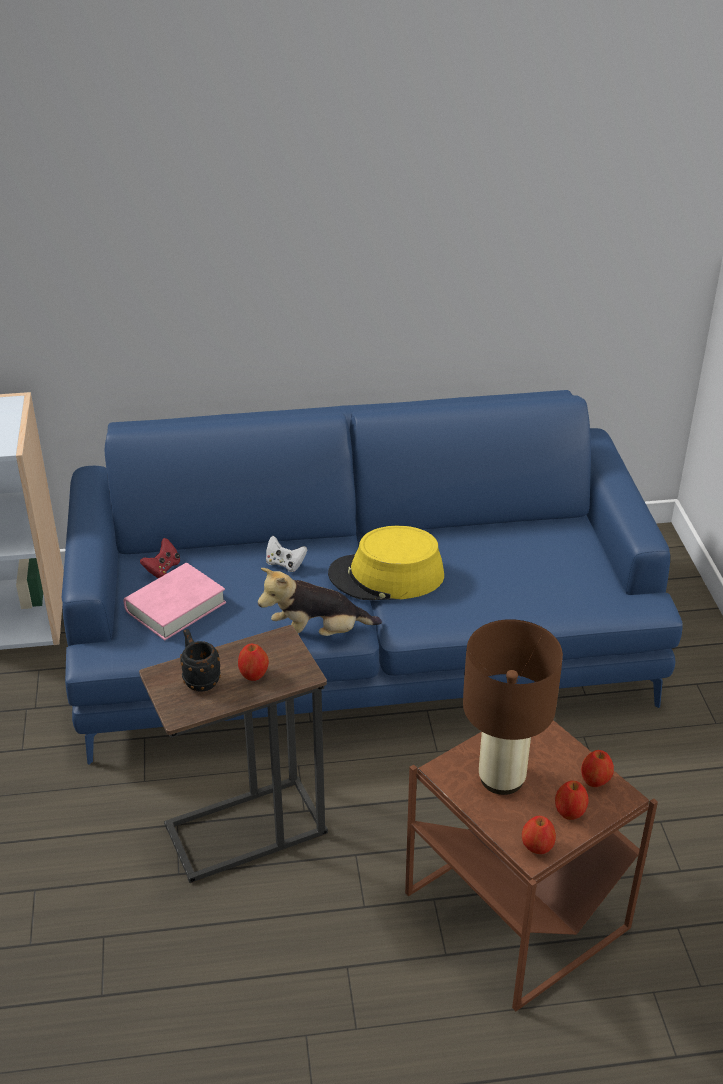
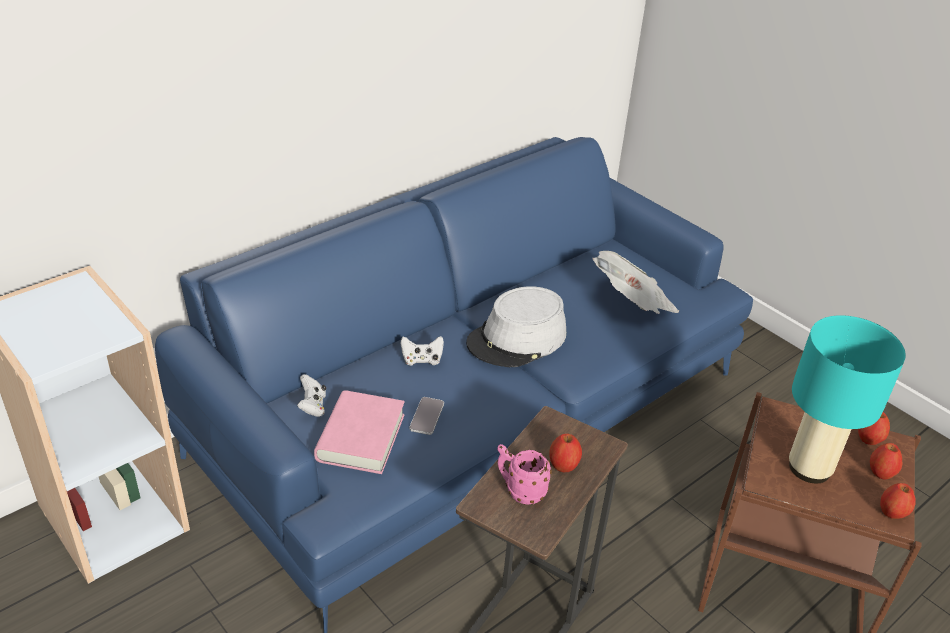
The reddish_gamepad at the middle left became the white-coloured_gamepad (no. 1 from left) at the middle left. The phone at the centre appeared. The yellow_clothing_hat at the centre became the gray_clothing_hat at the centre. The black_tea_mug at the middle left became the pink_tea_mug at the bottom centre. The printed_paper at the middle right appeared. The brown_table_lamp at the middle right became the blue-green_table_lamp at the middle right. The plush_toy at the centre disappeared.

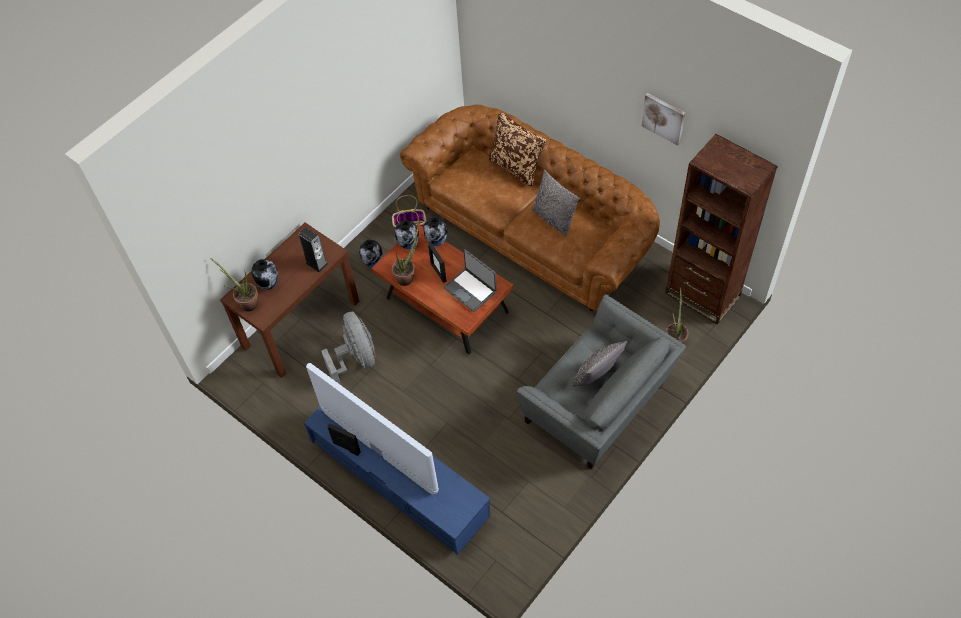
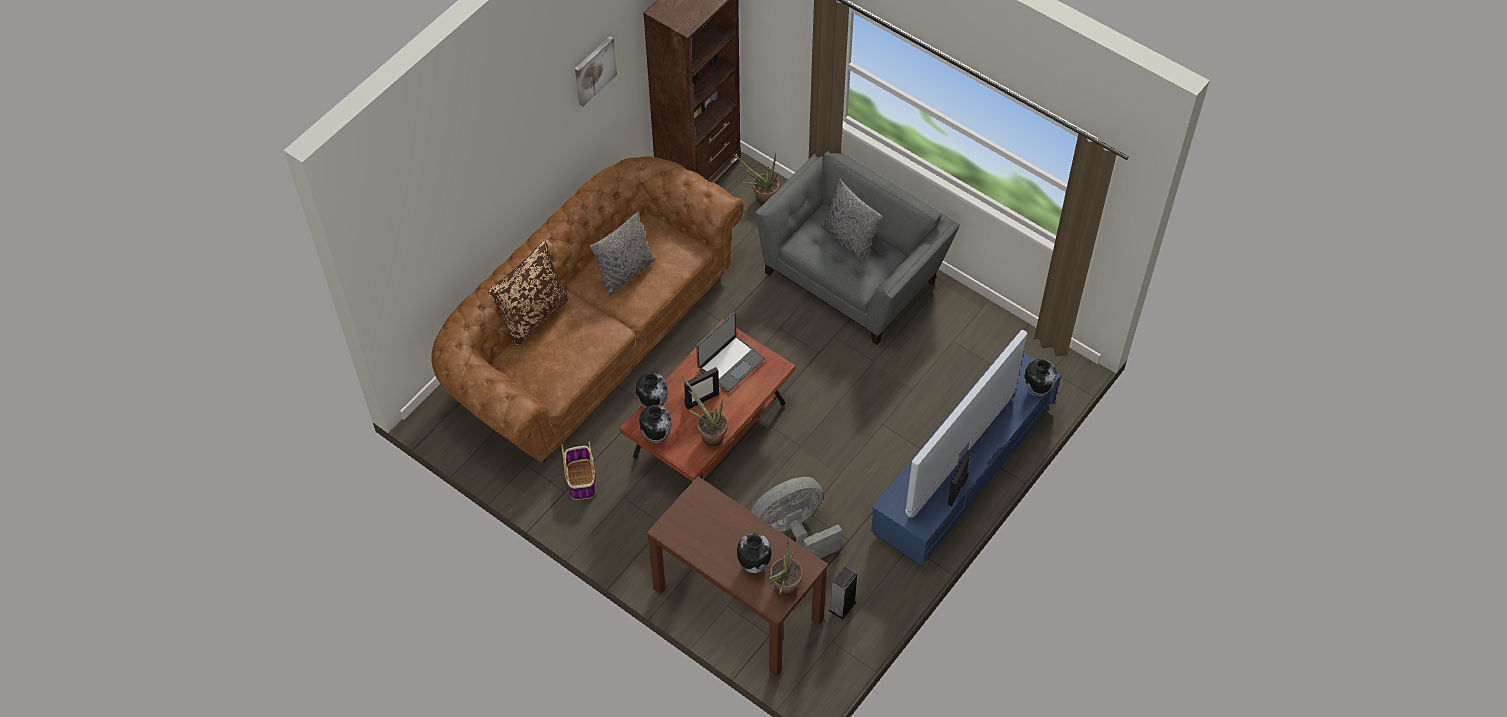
The audio_speaker moved from the middle left to the bottom centre. The vase (no. 2 from left in the first image) moved from the centre to the middle right.

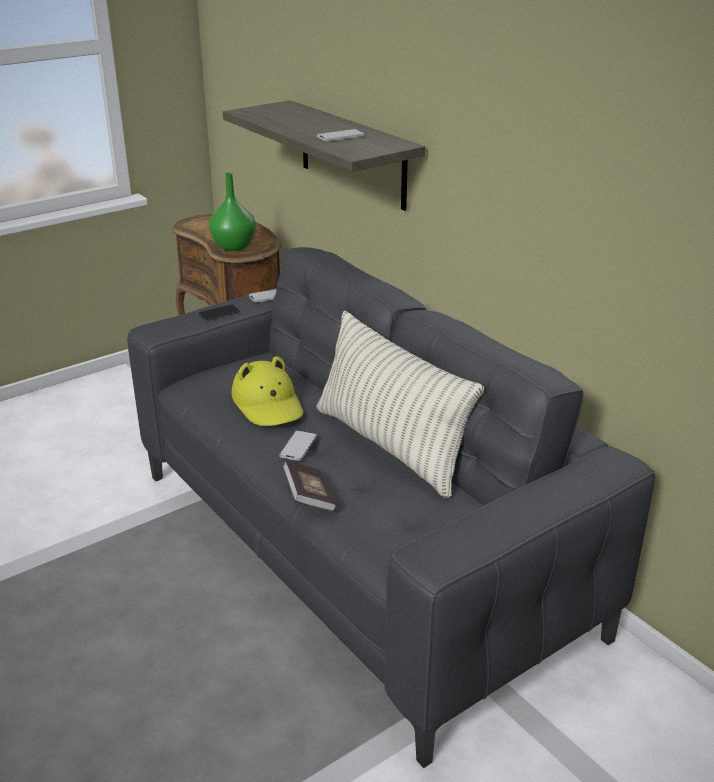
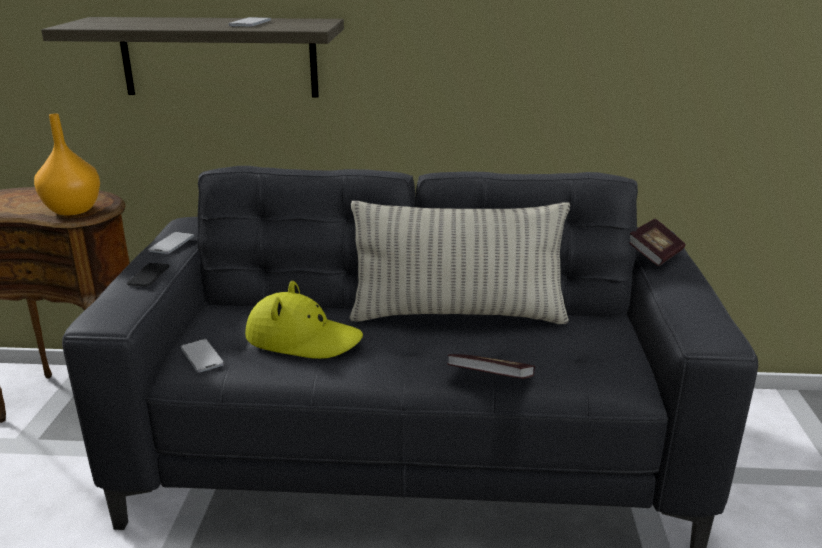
The green-coloured_vase at the top left became the orange-coloured_vase at the top left. The phone (no. 3 from left) moved from the centre to the middle left. The volume (no. 2 from left) at the middle right appeared.

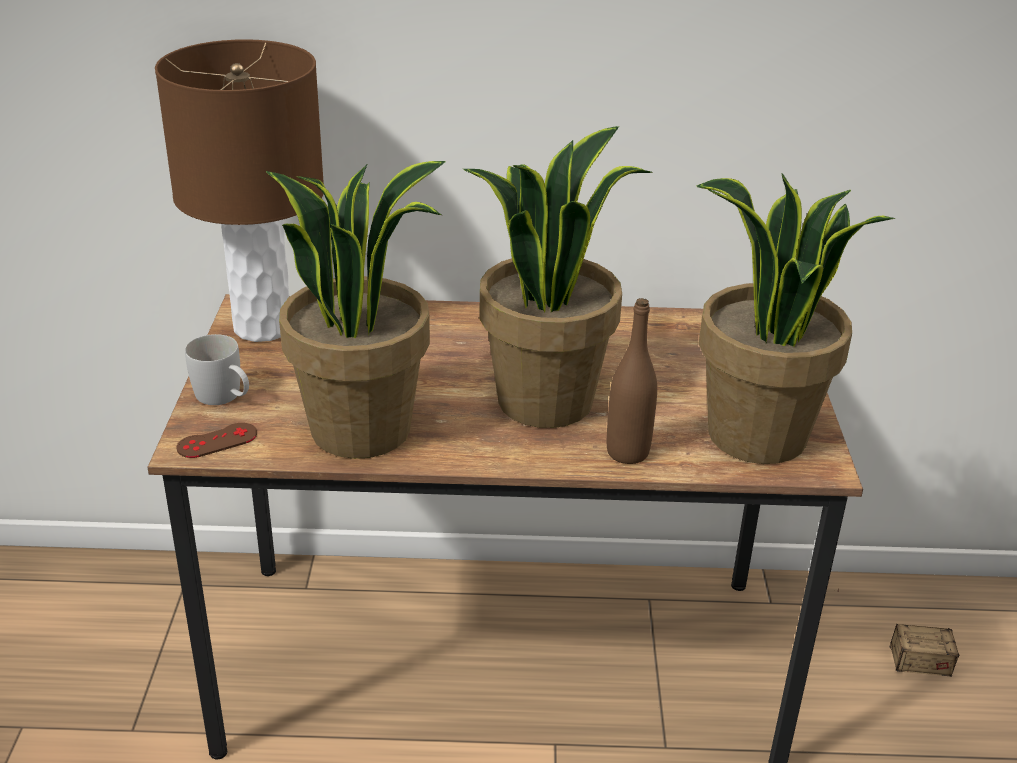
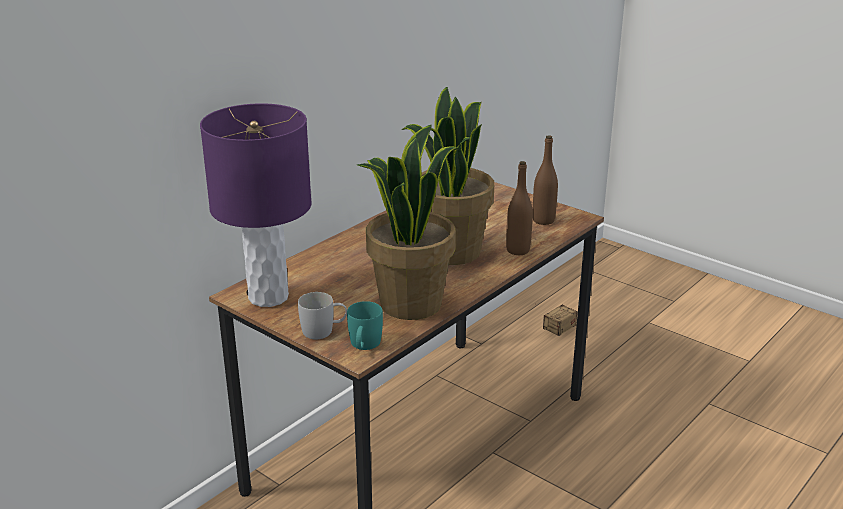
The brown_table_lamp at the top left became the purplish_table_lamp at the middle left. The brown_gamepad at the middle left was replaced by the blue-green_tea_mug at the centre. The houseplant (no. 3 from left) at the middle right was replaced by the brown_drink_bottle (no. 2 from left) at the centre.

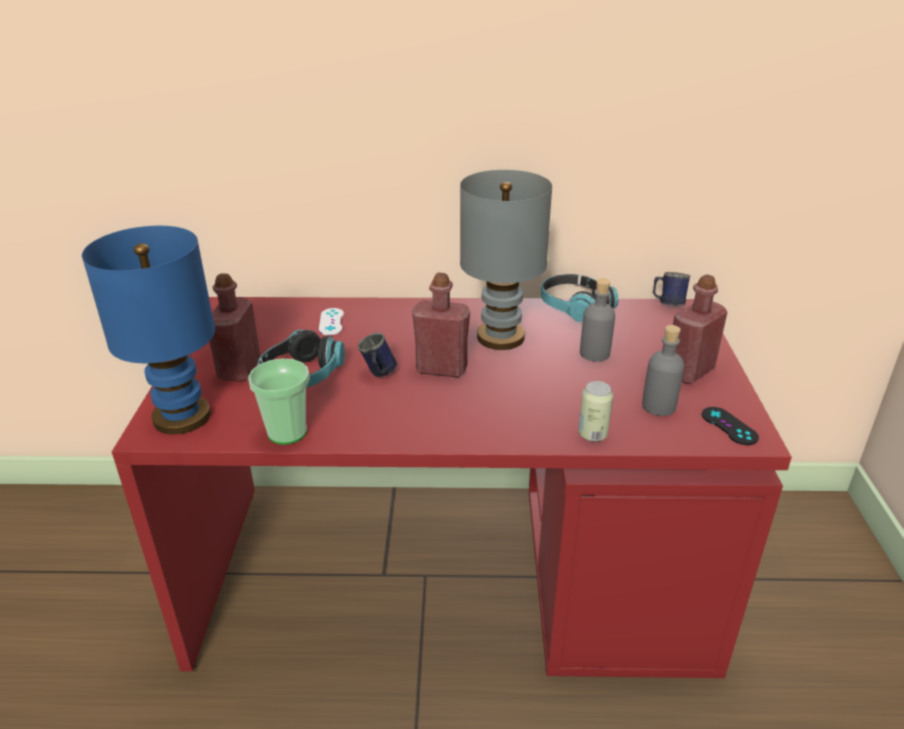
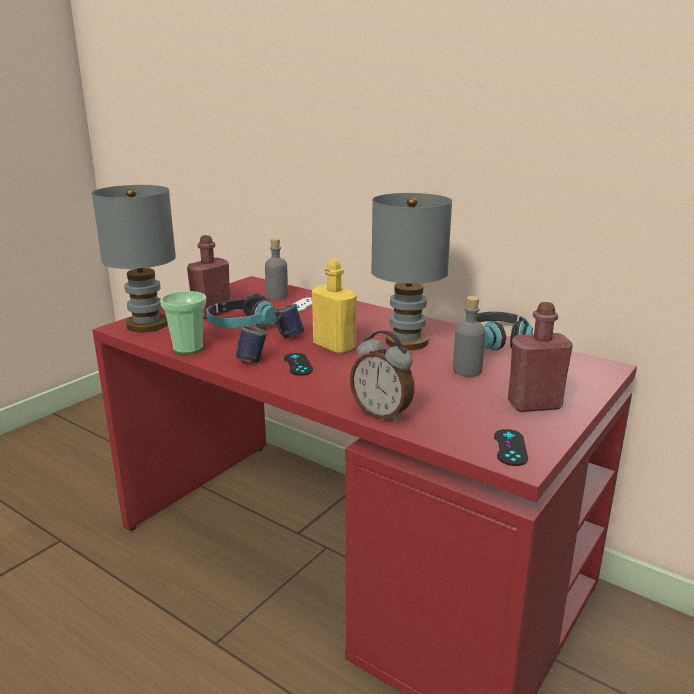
The blue_table_lamp at the middle left became the gray_table_lamp (no. 1 from left) at the middle left. The blue_tea_mug (no. 2 from left in the first image) moved from the middle right to the centre. The gray_drink_bottle (no. 2 from left in the first image) moved from the middle right to the centre. The black_gamepad (no. 1 from left) at the centre appeared. The reddish_drink_bottle (no. 2 from left) at the centre became the yellow_drink_bottle at the centre. The sealed_can at the centre was replaced by the alarm_clock at the centre.

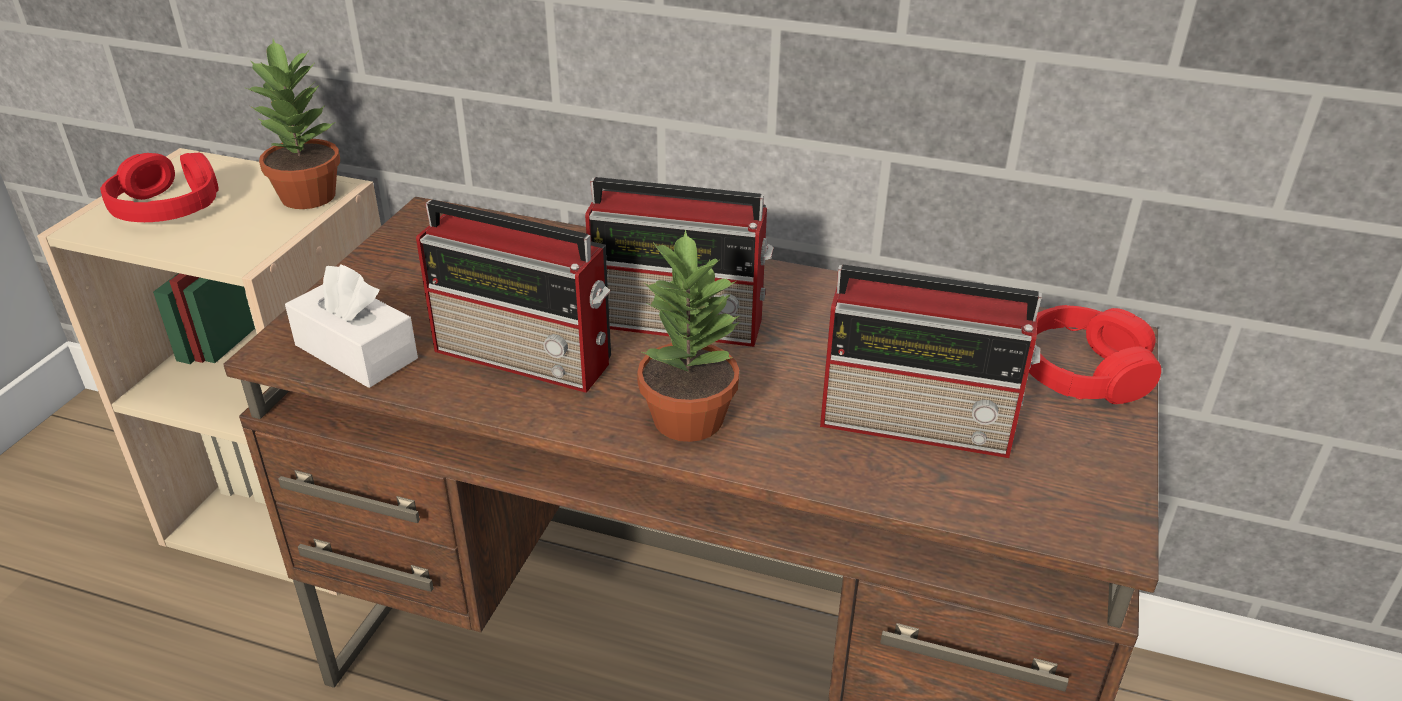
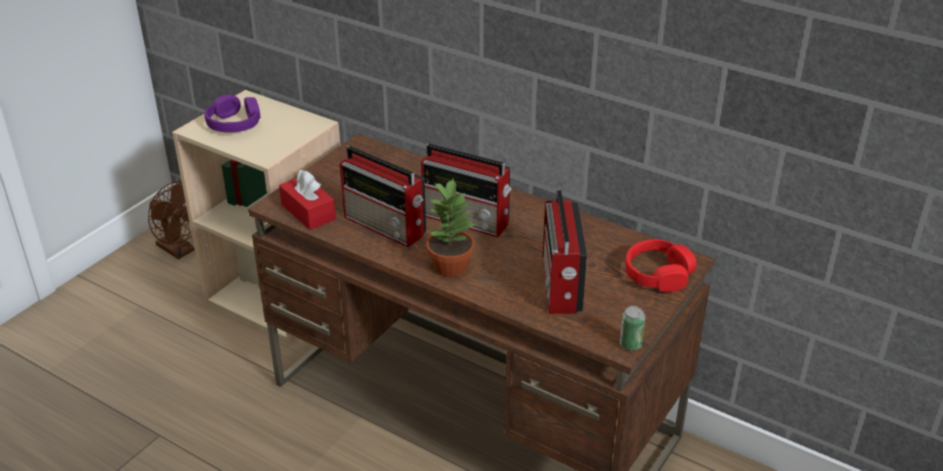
The brown_electric_fan at the middle left appeared. The reddish_pair_of_headphones (no. 1 from left) at the top left became the purplish_pair_of_headphones at the top left. The white-coloured_box_of_tissues at the middle left became the reddish_box_of_tissues at the middle left. The radio_set (no. 3 from left) at the centre turned 60 degrees clockwise. The sealed_can at the bottom right appeared. The houseplant (no. 1 from left) at the top left disappeared.

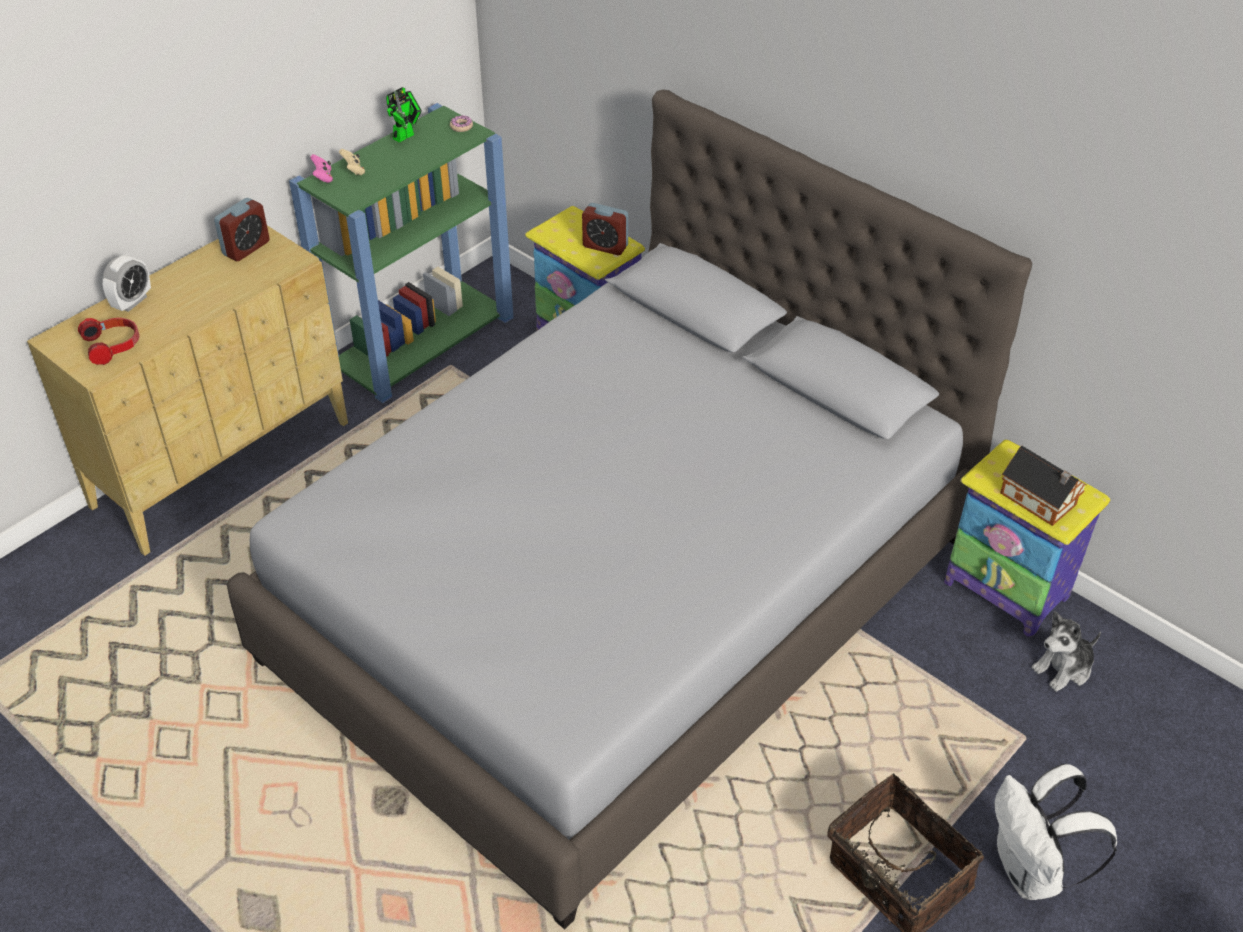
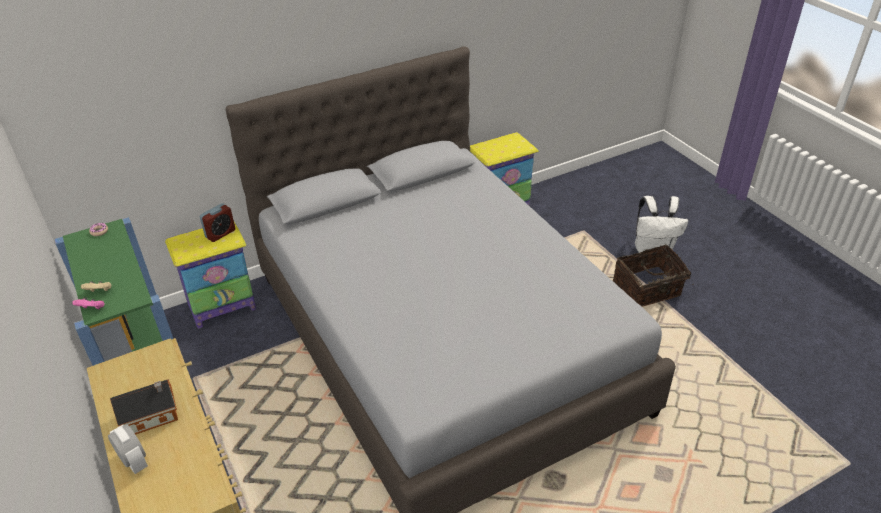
The toy_house moved from the middle right to the bottom left. The pair_of_headphones at the middle left disappeared. The alarm_clock (no. 2 from left) at the top left disappeared. The toy_robot at the top left disappeared. The plush_toy at the bottom right disappeared.

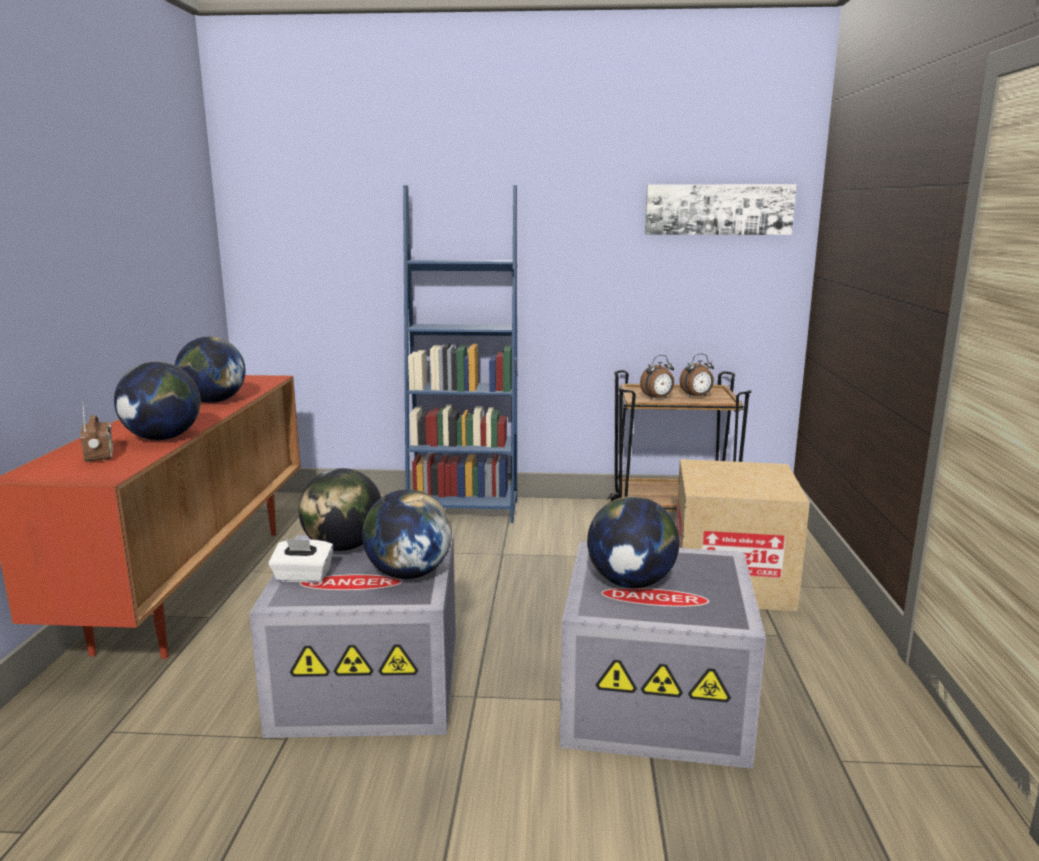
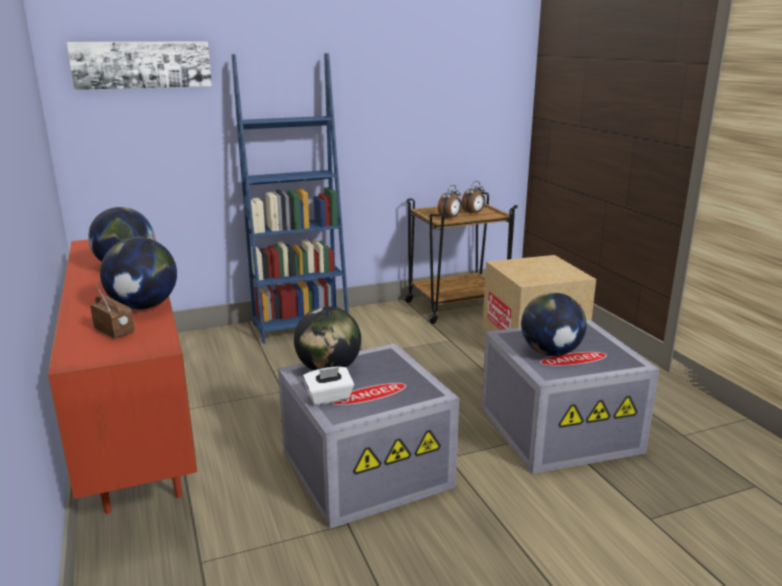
The wall_art moved from the top right to the top left. The desk_globe (no. 4 from left) at the centre disappeared.

